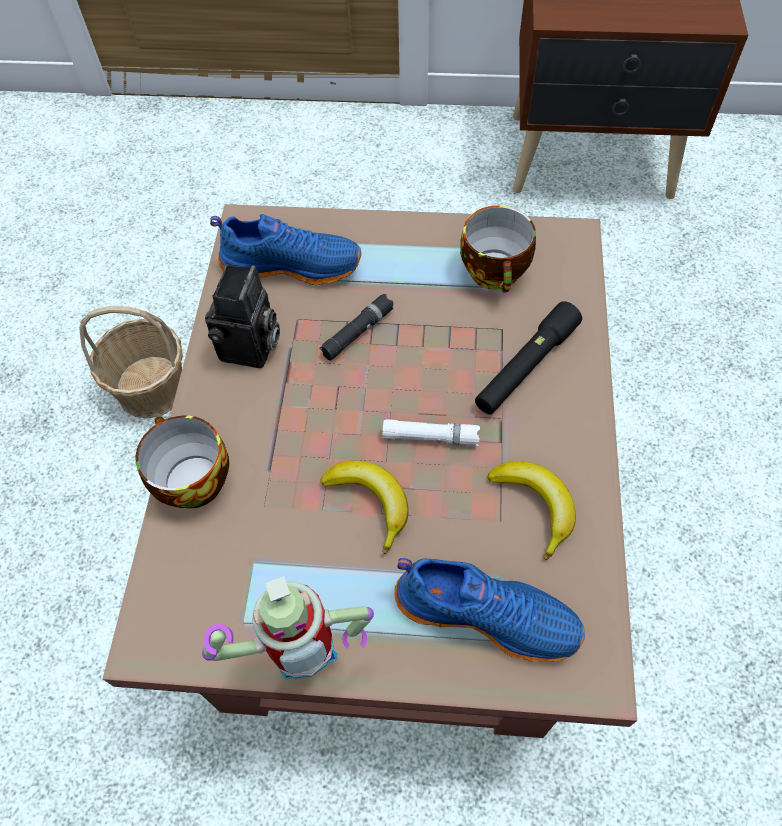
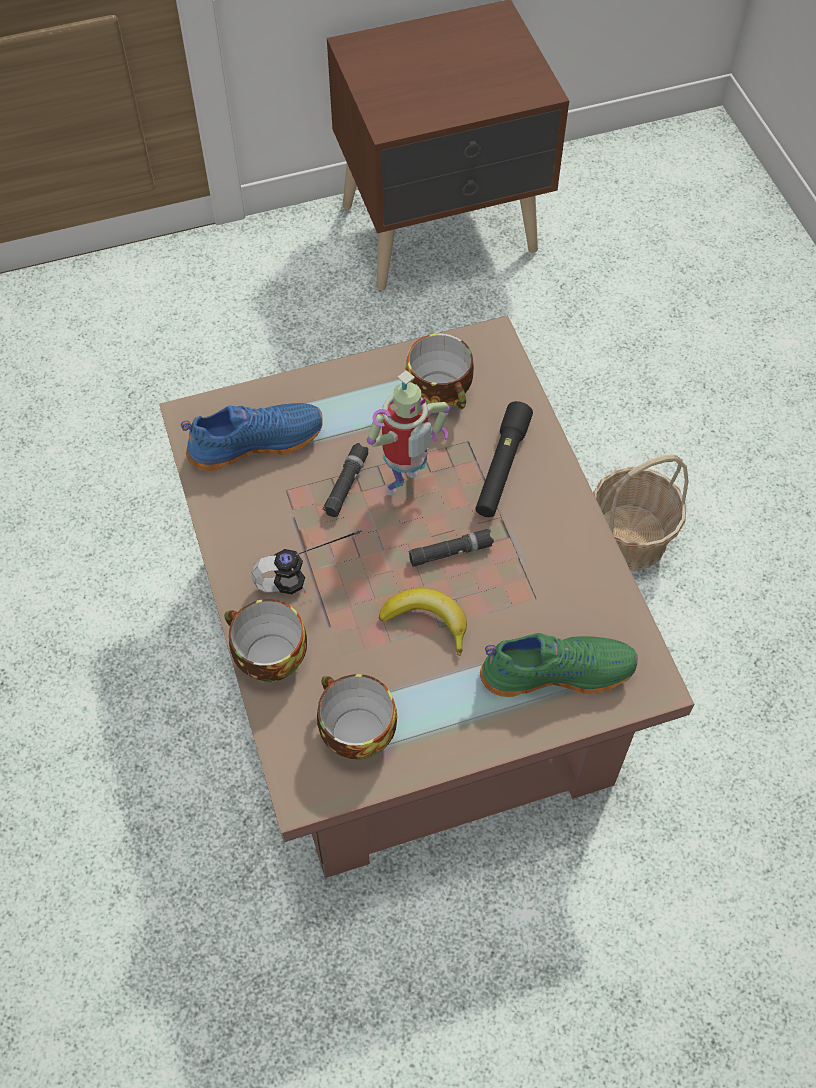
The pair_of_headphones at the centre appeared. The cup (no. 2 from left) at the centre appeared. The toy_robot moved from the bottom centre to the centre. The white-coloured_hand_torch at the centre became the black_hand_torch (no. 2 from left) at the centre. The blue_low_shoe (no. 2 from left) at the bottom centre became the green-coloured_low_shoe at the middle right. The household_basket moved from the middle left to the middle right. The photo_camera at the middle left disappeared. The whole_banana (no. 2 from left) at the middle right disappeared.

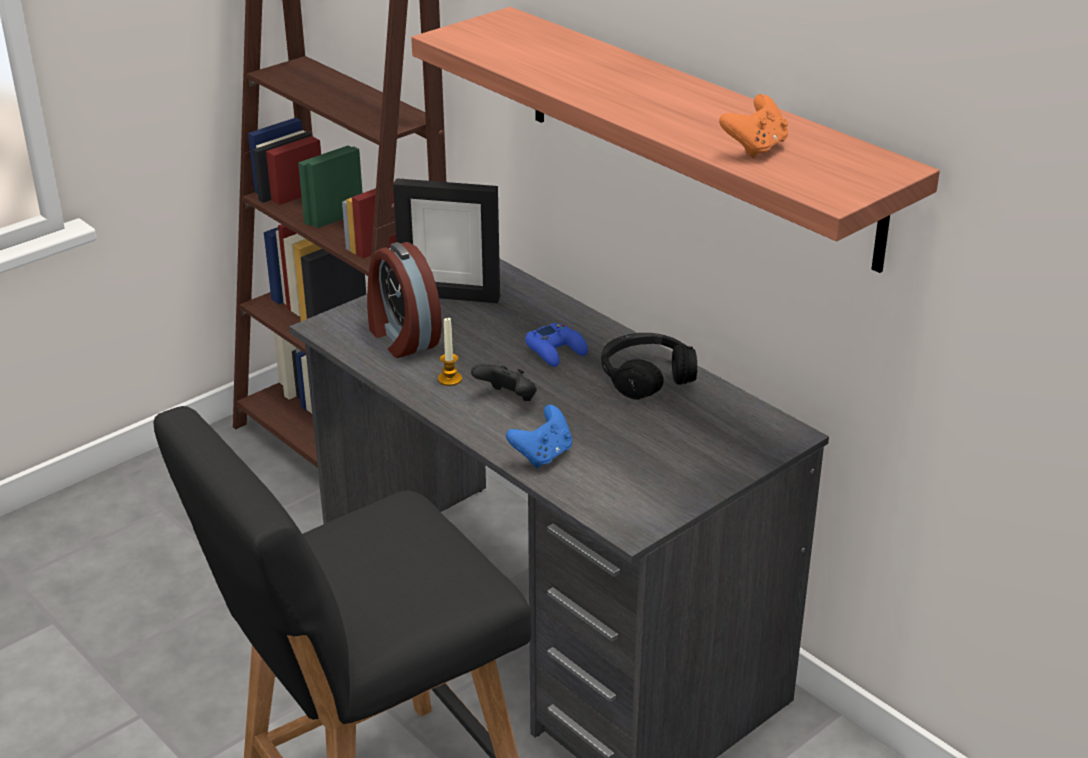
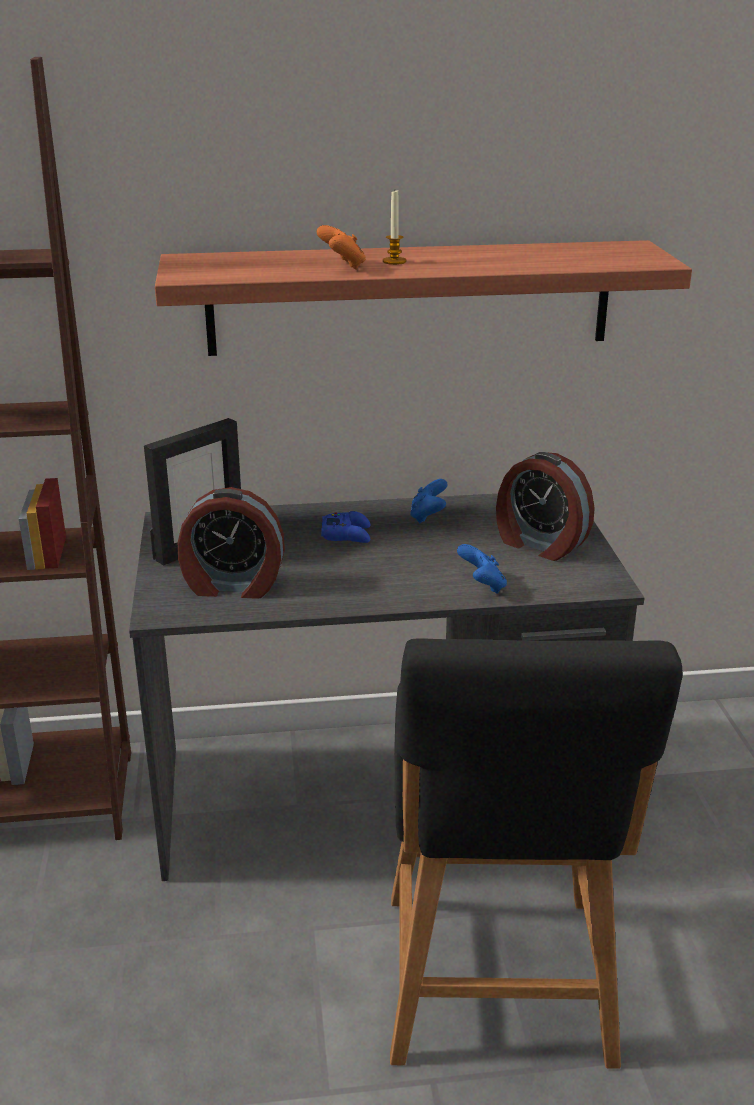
The orange-coloured_gamepad moved from the top right to the top centre. The wax_light moved from the centre to the top centre. The black_pair_of_headphones at the centre was replaced by the blue_gamepad (no. 2 from left) at the centre. The alarm_clock (no. 2 from left) at the middle right appeared. The black_gamepad at the centre disappeared.

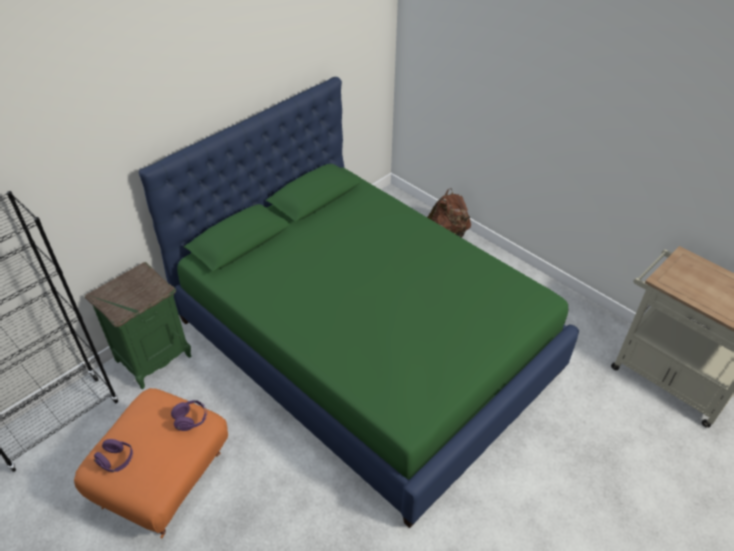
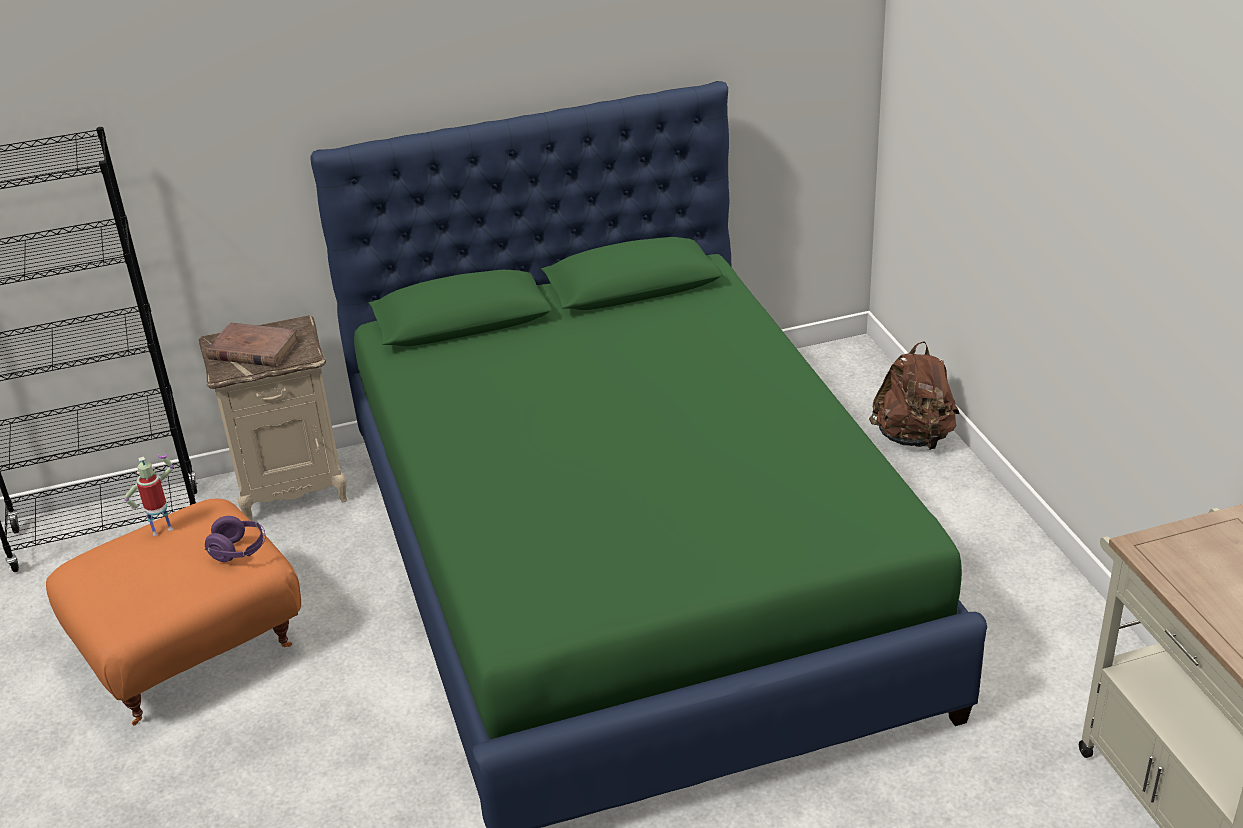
The toy_robot at the middle left appeared. The green-coloured_night_table at the middle left became the beige-coloured_night_table at the middle left. The brown_volume at the middle left appeared. The purplish_pair_of_headphones (no. 1 from left) at the bottom left disappeared.

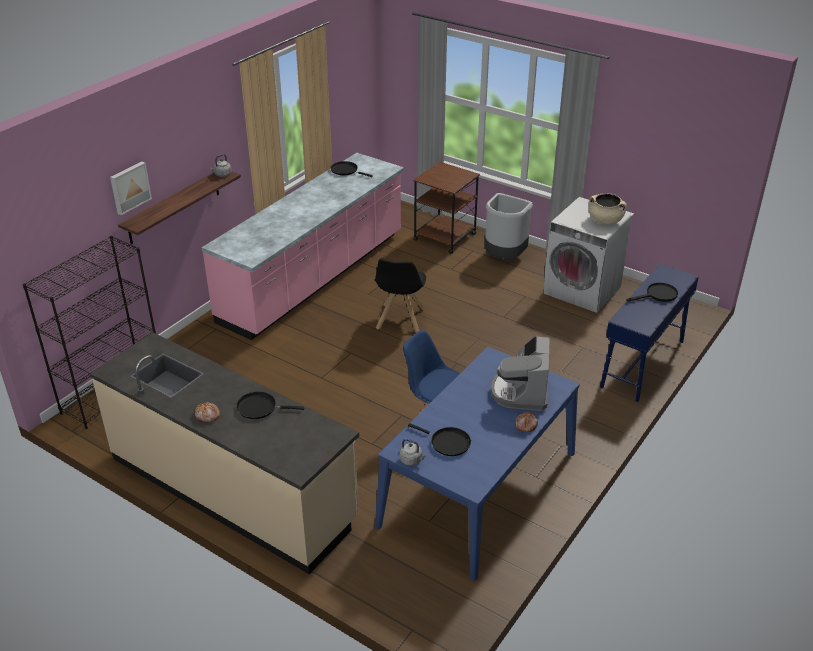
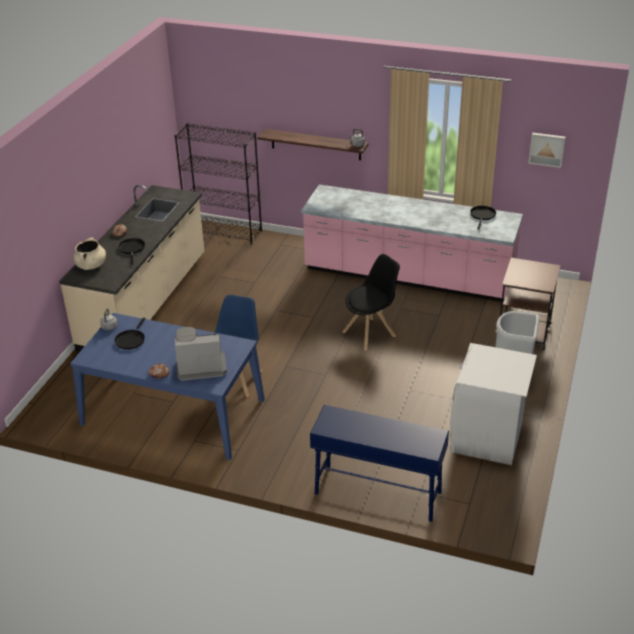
The beige-coloured_stockpot moved from the top right to the middle left. The black_plain_chair at the centre turned 150 degrees clockwise. The wall_art moved from the top left to the top right. The black_pan (no. 4 from left) at the middle right disappeared.

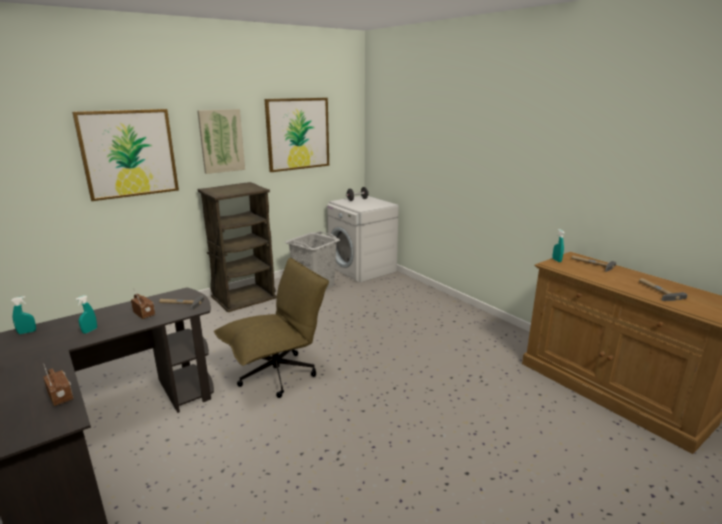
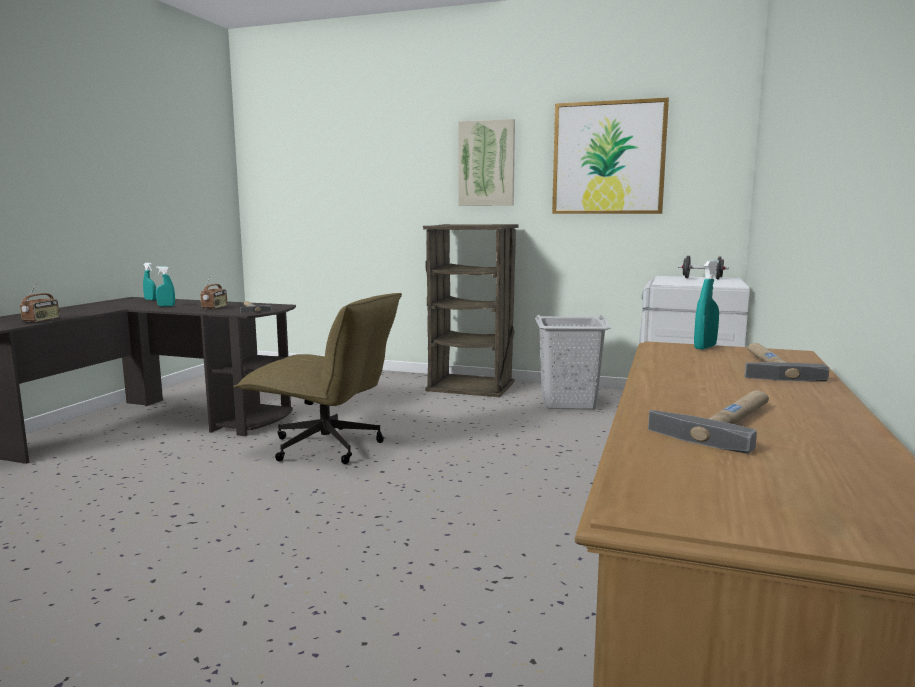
The wall_art (no. 1 from left) at the top left disappeared.

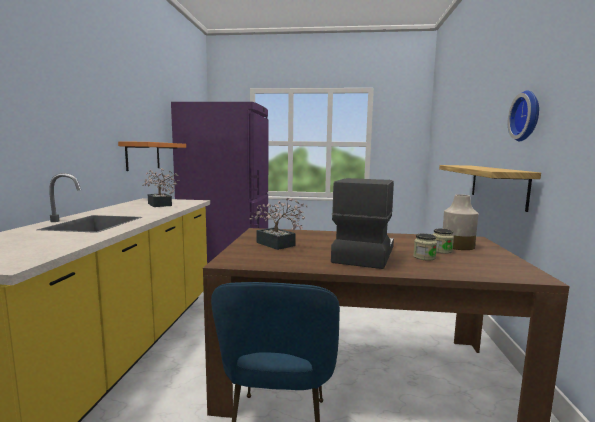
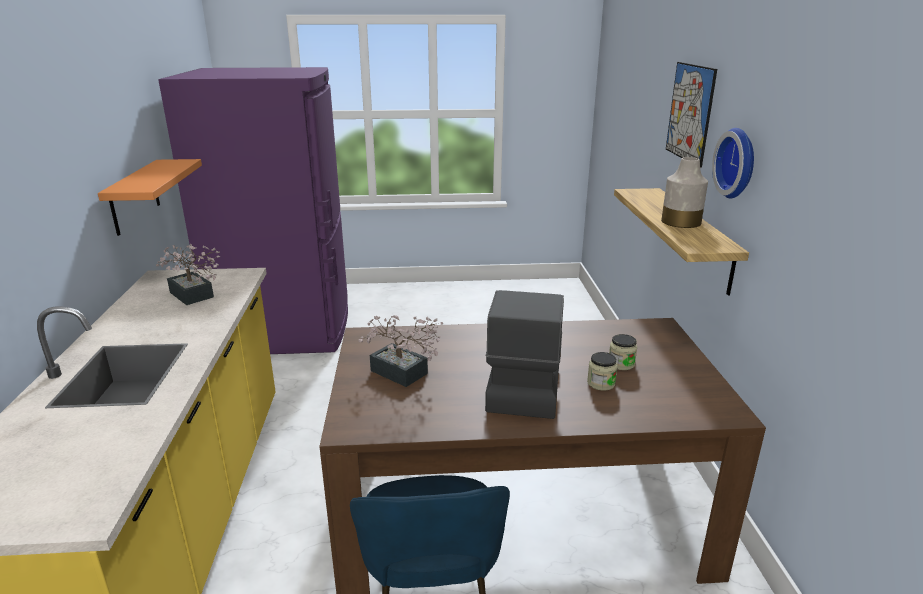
The beige-coloured_vase moved from the middle right to the top right. The wall_art at the top right appeared.

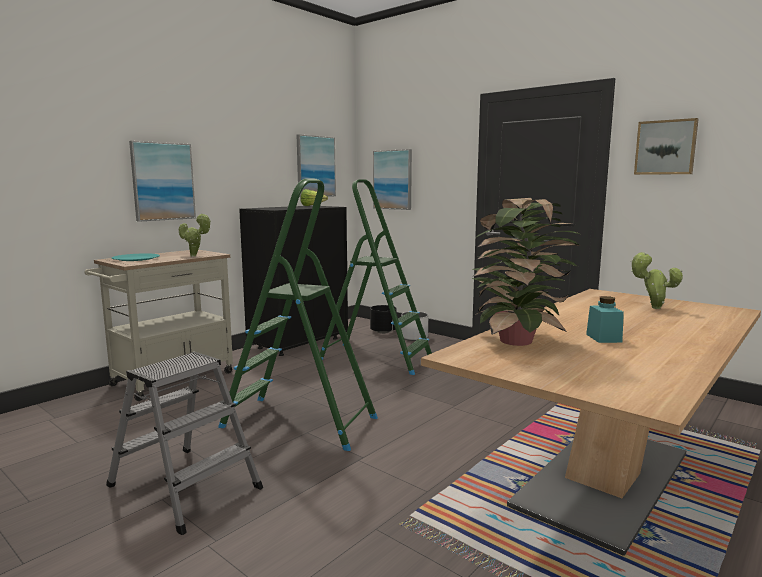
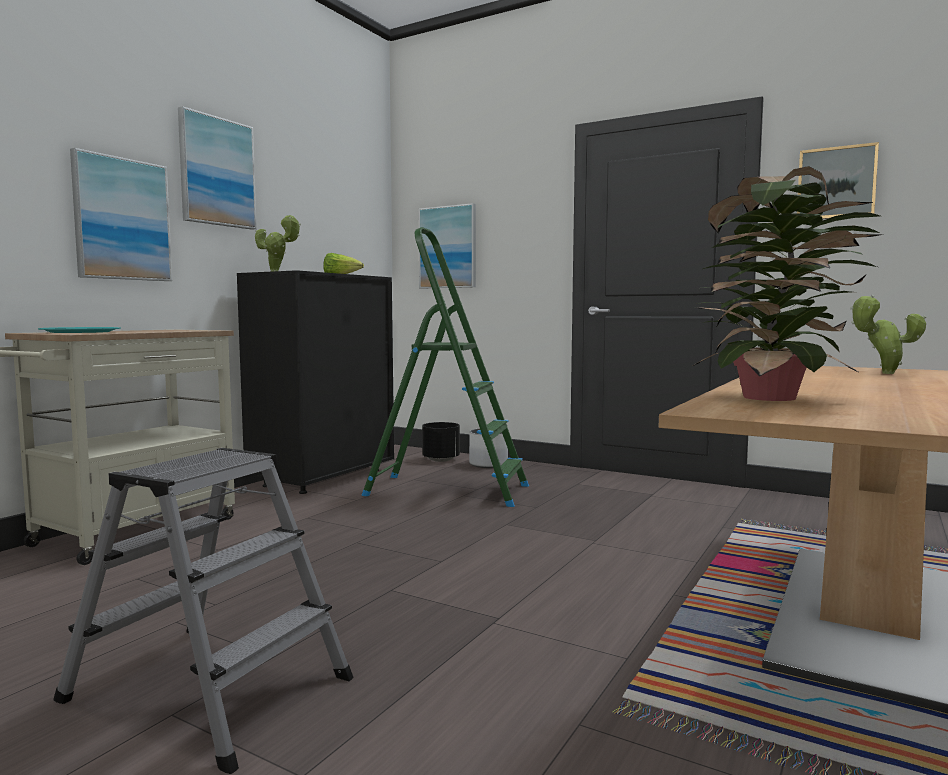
The wall_art (no. 2 from left) moved from the top centre to the top left. The houseplant (no. 1 from left) moved from the middle left to the top left. The green-coloured_step_stool (no. 1 from left) at the centre disappeared. The blue-green_storage_jar at the middle right disappeared.

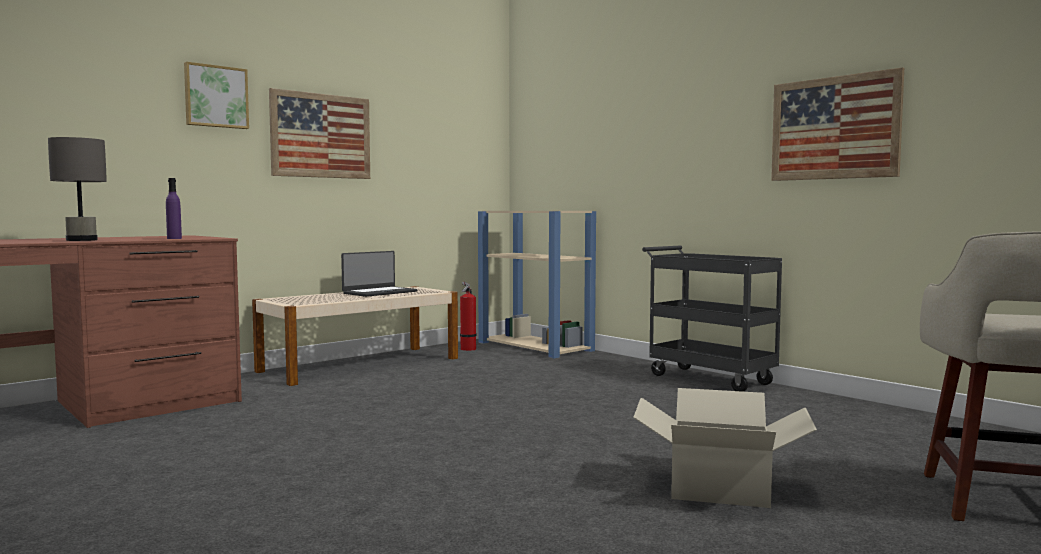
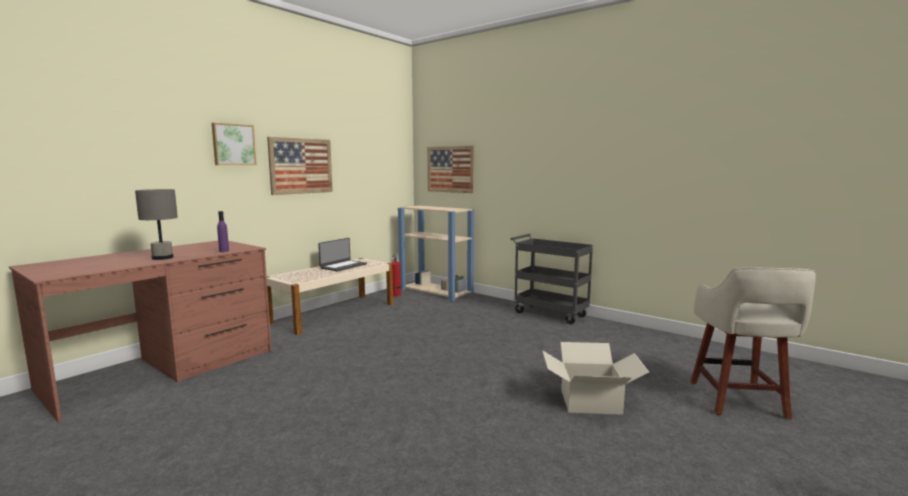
The wall_art (no. 3 from left) moved from the top right to the centre.

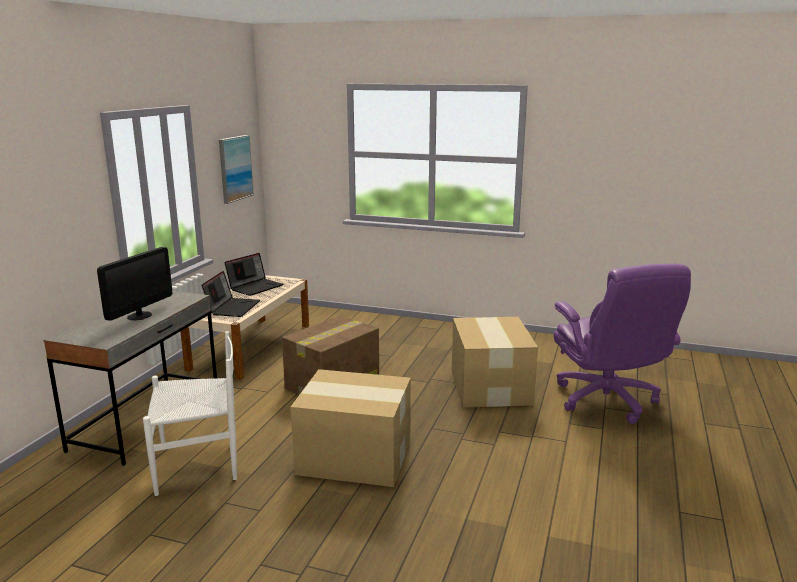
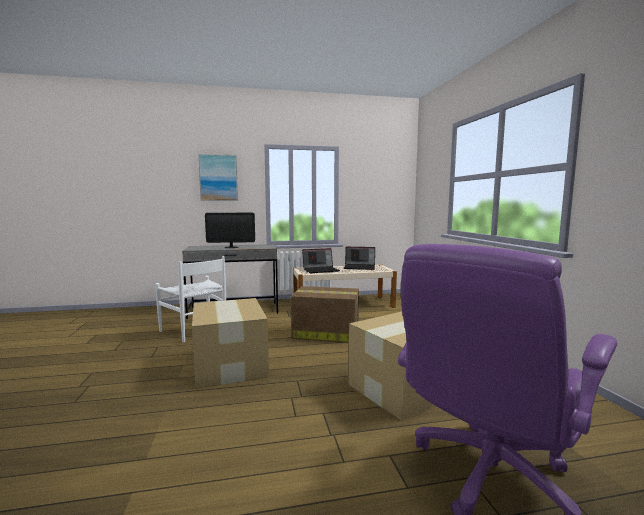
The wall_art moved from the top left to the centre.

